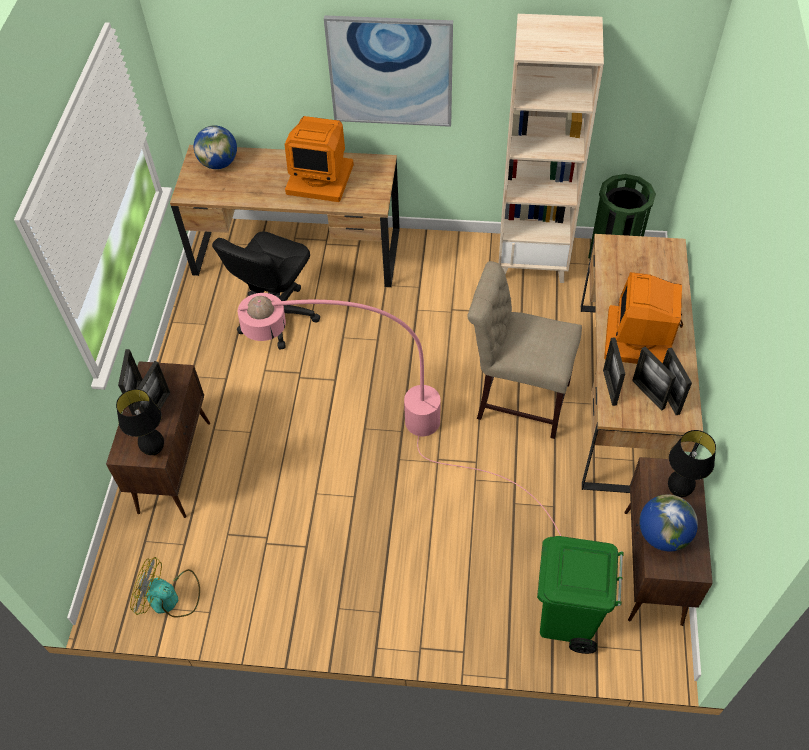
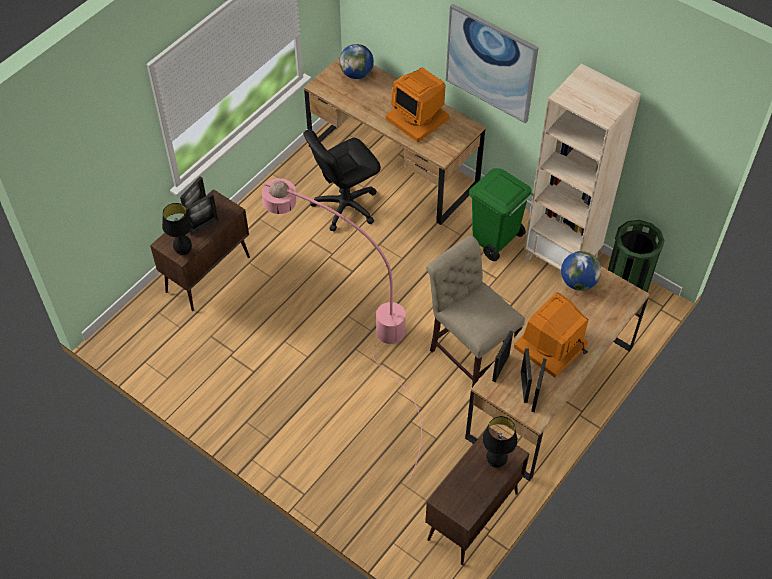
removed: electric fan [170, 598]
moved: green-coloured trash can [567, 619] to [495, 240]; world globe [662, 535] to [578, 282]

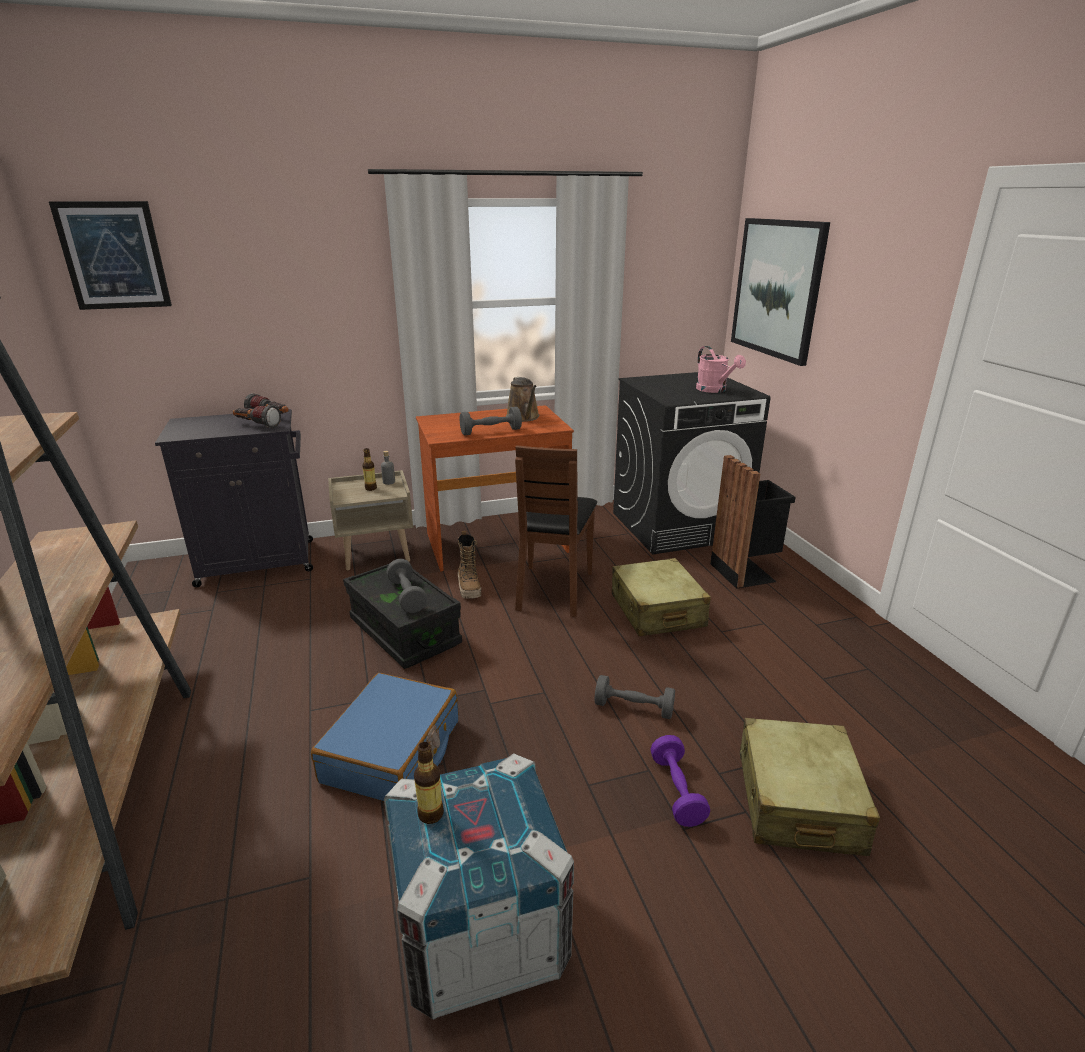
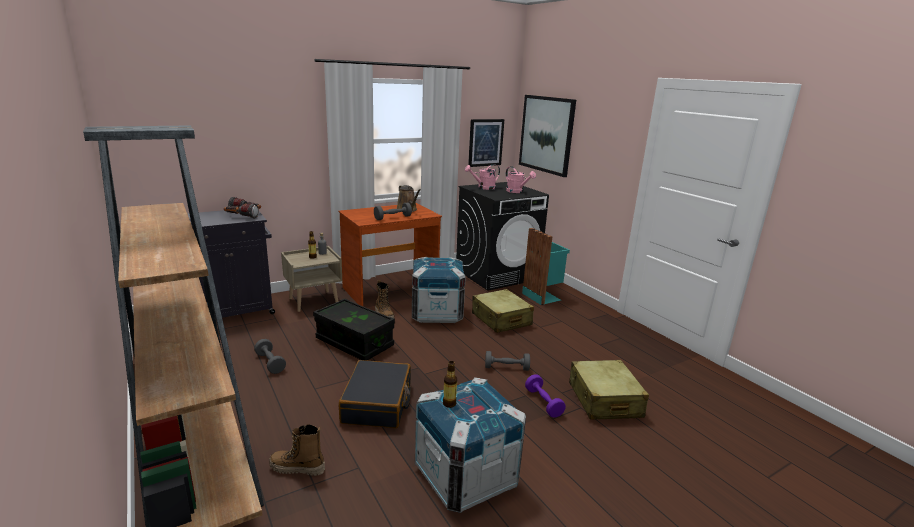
added: high-top boot [297, 468]; pinkish watering can [483, 188]
moved: picture [113, 256] to [485, 142]; gray free weight [407, 596] to [270, 363]
replaced: brown upright chair [553, 590] to shipping crate [436, 313]
recoloured: blue travel case [392, 752] to black-coloured travel case [377, 403]; black-coloured trash can [745, 572] to blue-green trash can [542, 296]

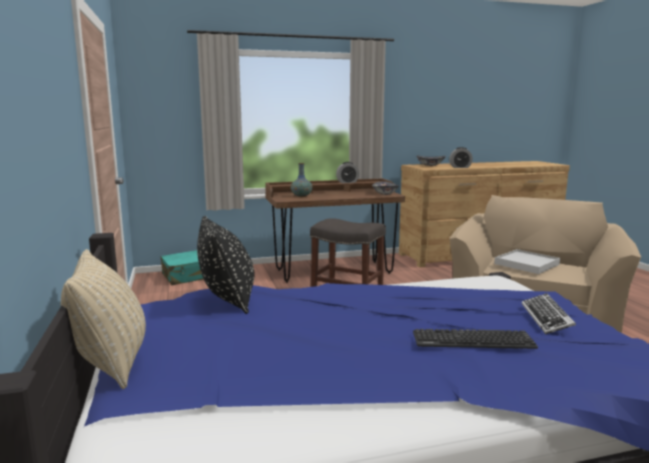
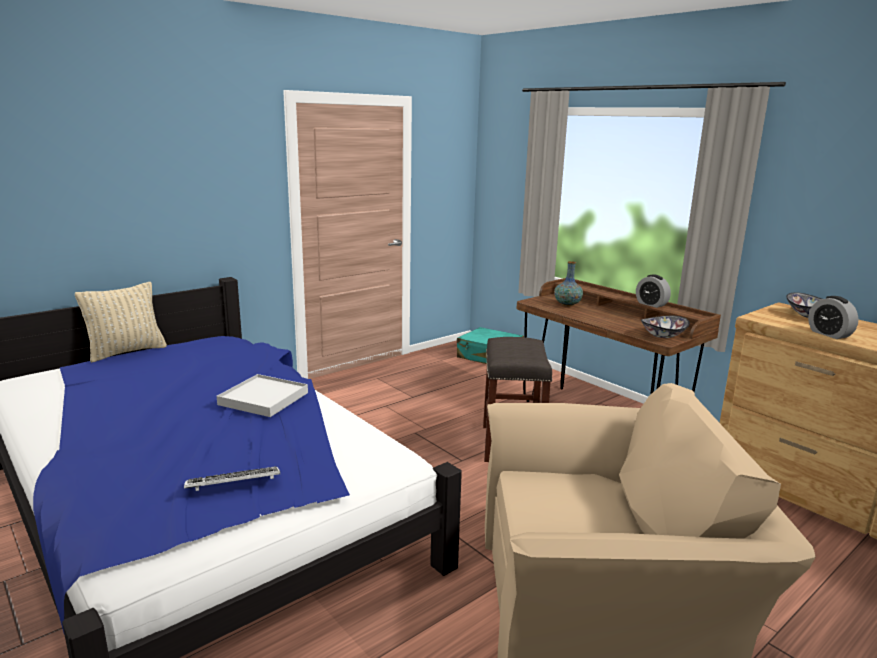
removed: black-coloured throw pillow [227, 300]; computer keyboard [473, 340]
moved: white carrying tray [526, 264] to [263, 399]

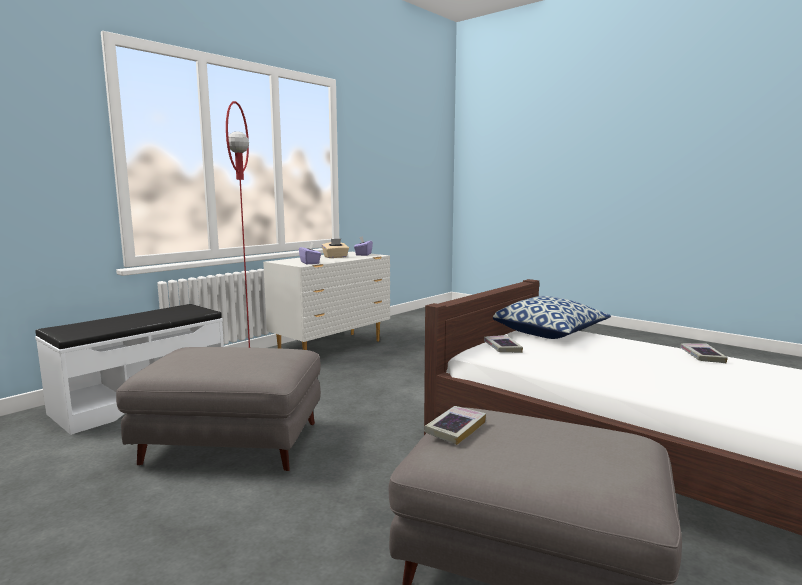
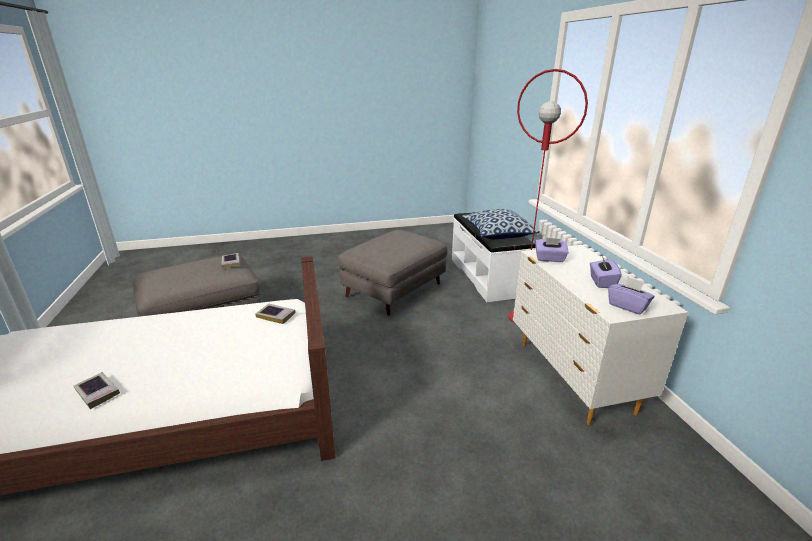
moved: throw pillow [547, 332] to [497, 234]
recoloured: beige-coloured tissue box [335, 257] to purple tissue box [601, 282]

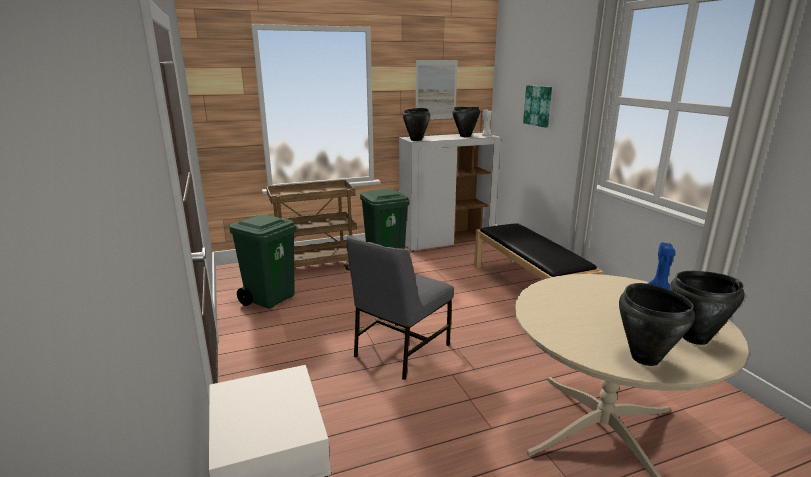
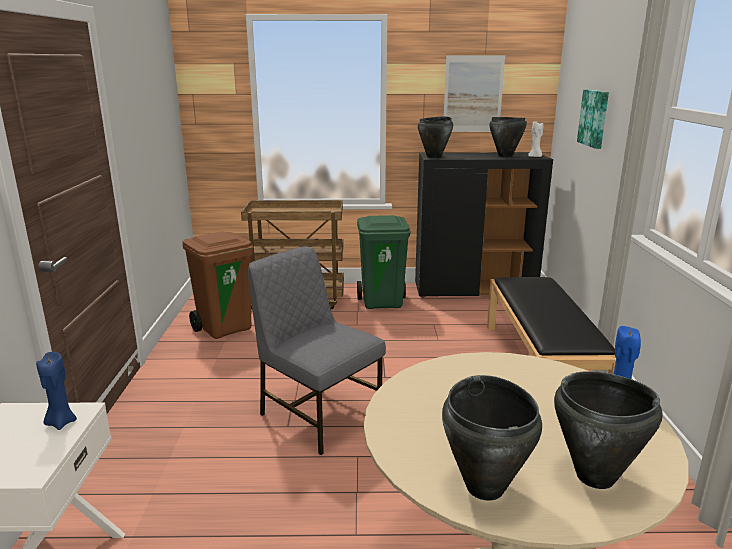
added: blue candle [61, 422]
recoloured: green-coloured trash can [270, 298] to brown trash can [225, 328]; white cabinet [446, 241] to black-coloured cabinet [474, 290]
turned: gray upright chair [400, 350] = [318, 414] 75 degrees clockwise

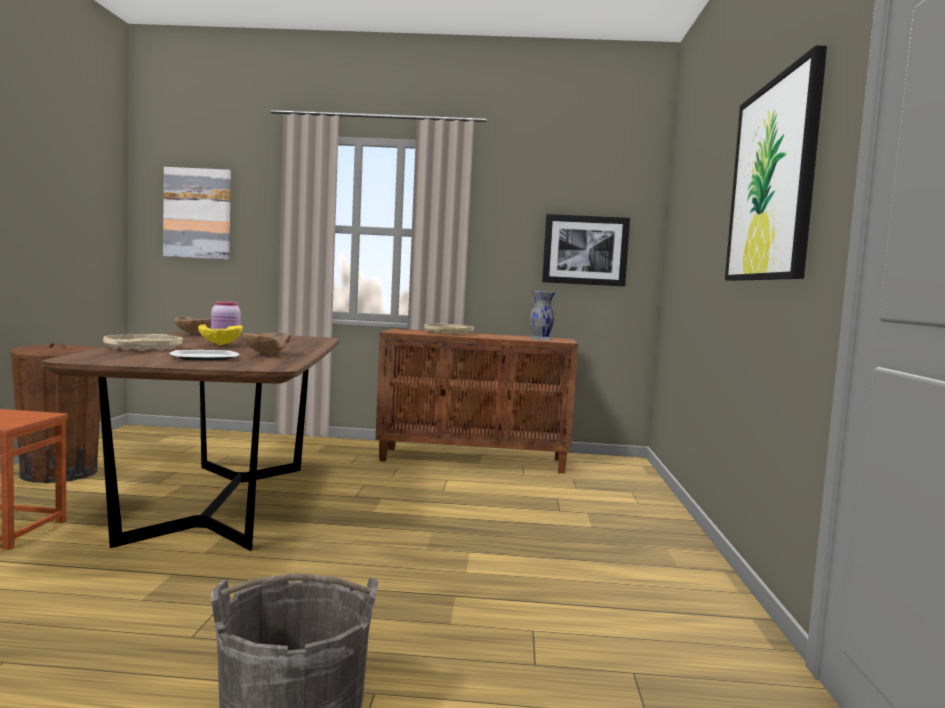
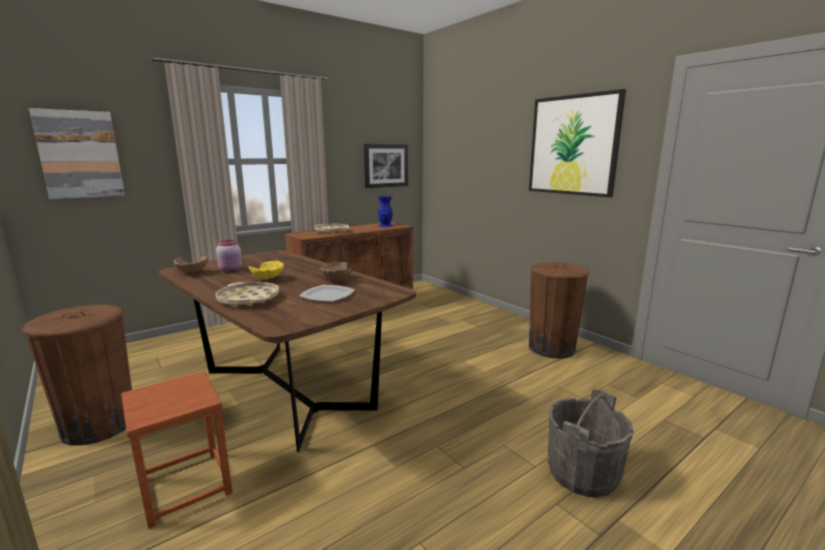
added: brown trash can [551, 348]
recoloured: gray decorative vase [540, 339] to blue decorative vase [385, 226]

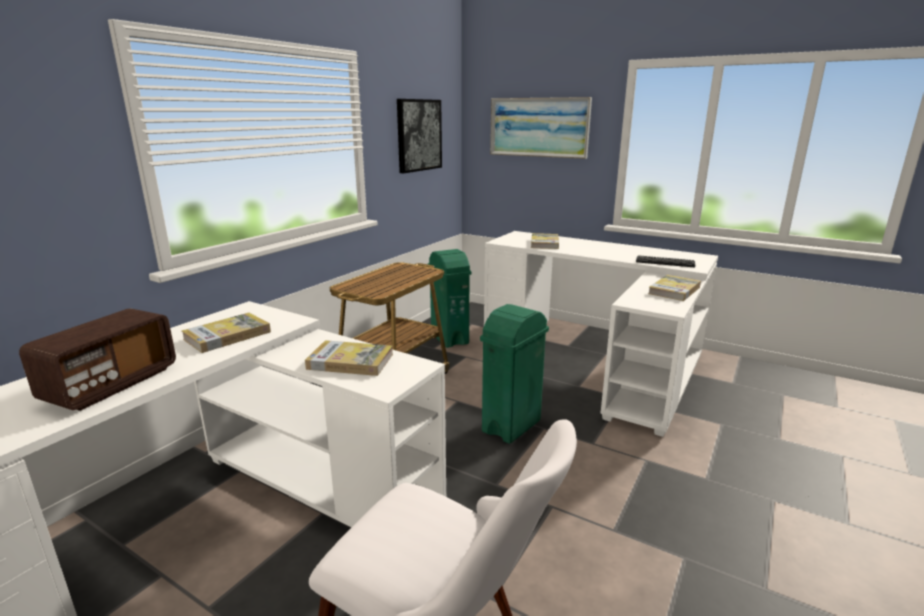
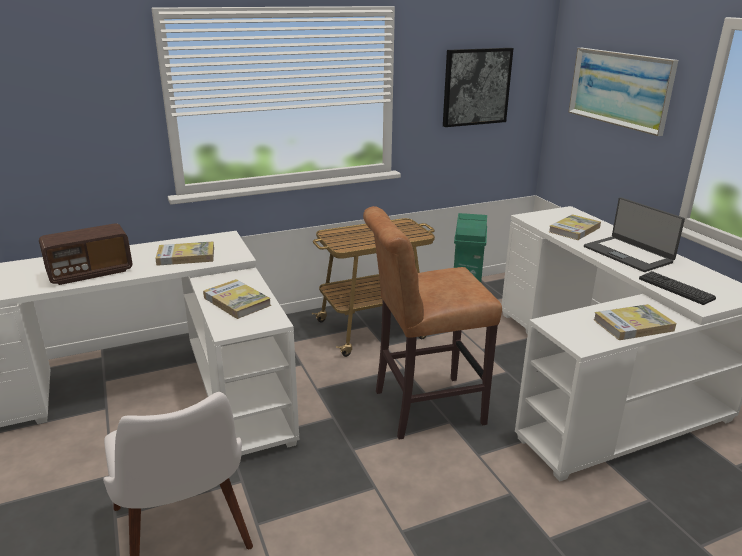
added: notebook computer [628, 254]
replaced: green-coloured trash can [510, 426] to brown stool [422, 408]

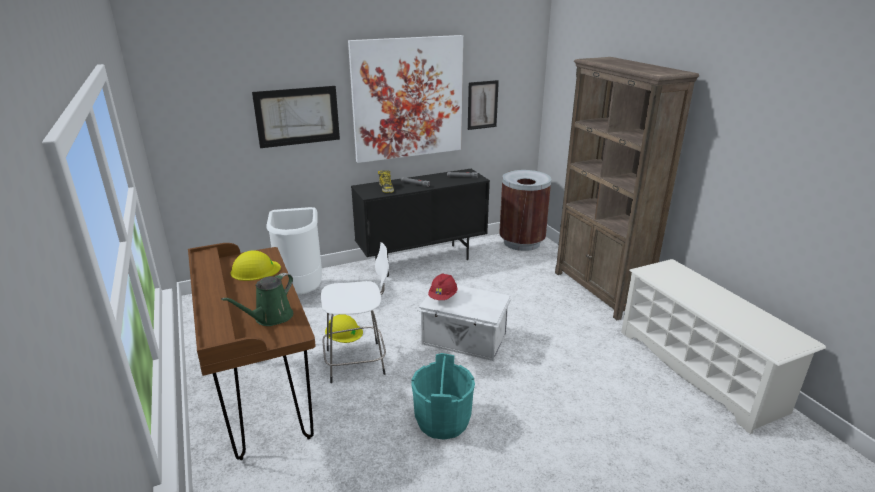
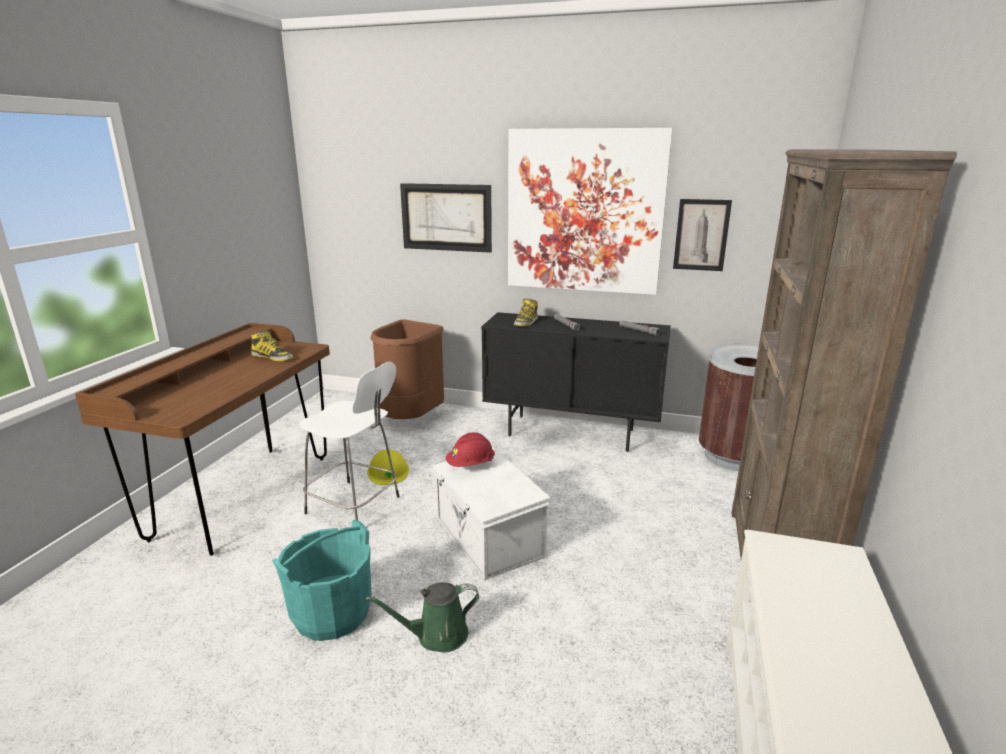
moved: green-coloured watering can [270, 318] to [437, 635]
replaced: yellow-coloured safety helmet [255, 270] to high-top boot [273, 357]
recoloured: white trash can [301, 291] to brown trash can [411, 420]

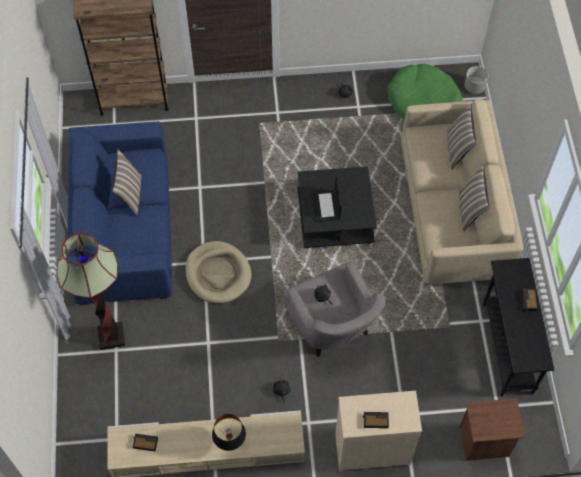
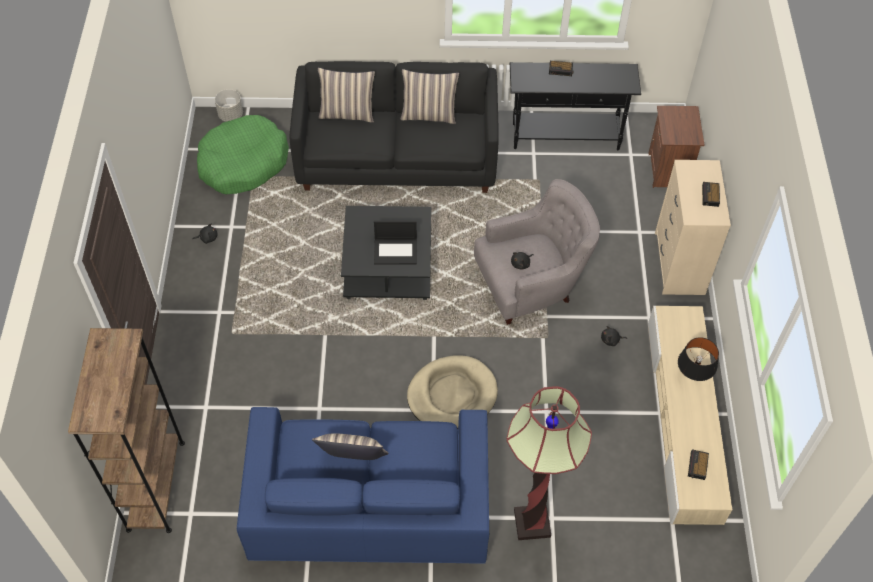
recoloured: beige-coloured settee [453, 212] to black-coloured settee [397, 157]

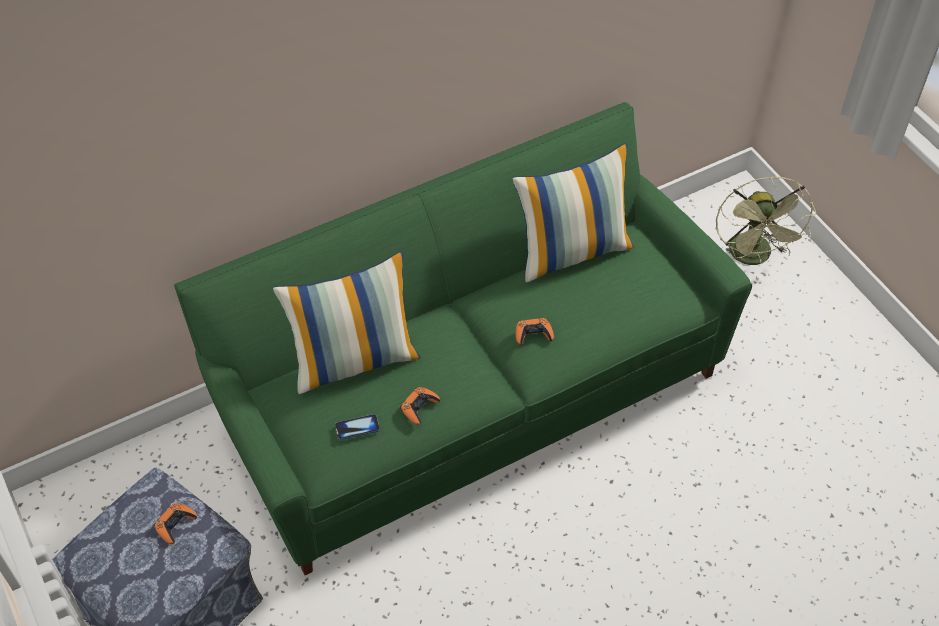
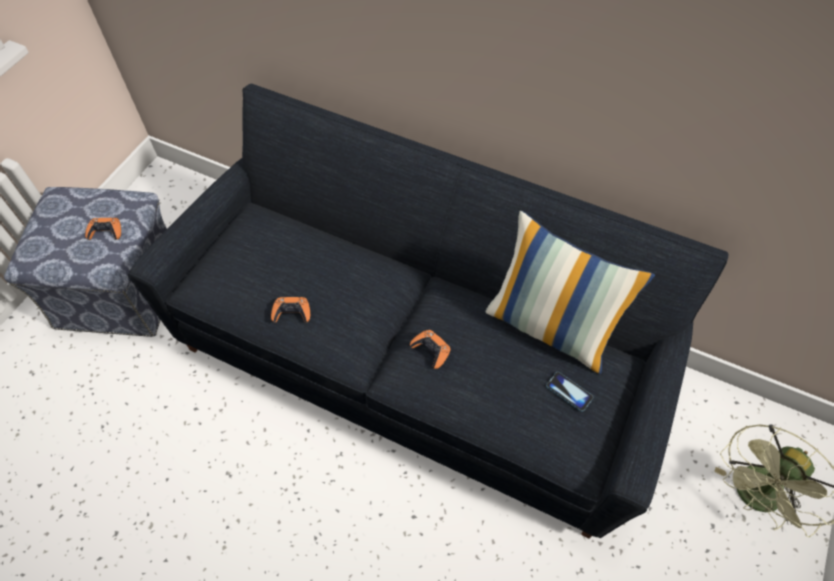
removed: throw pillow [354, 359]
moved: handset [357, 428] to [569, 392]
recoloured: green-coloured settee [469, 395] to black-coloured settee [417, 358]

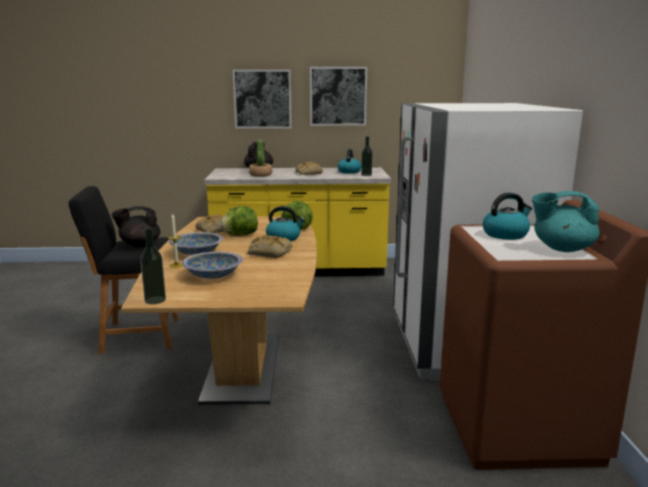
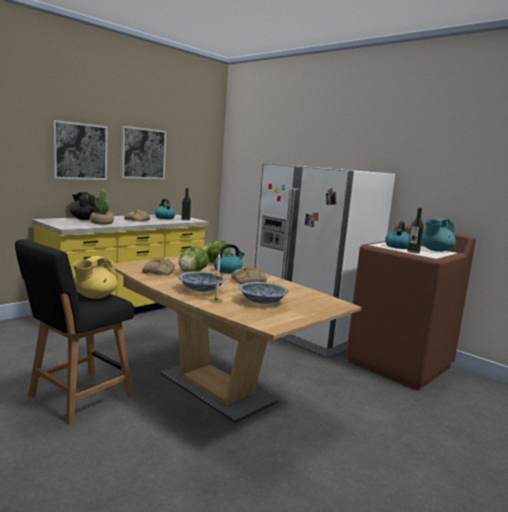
moved: beverage bottle [155, 300] to [413, 252]
recoloured: black-coloured tea pot [139, 244] to yellow-coloured tea pot [94, 296]

